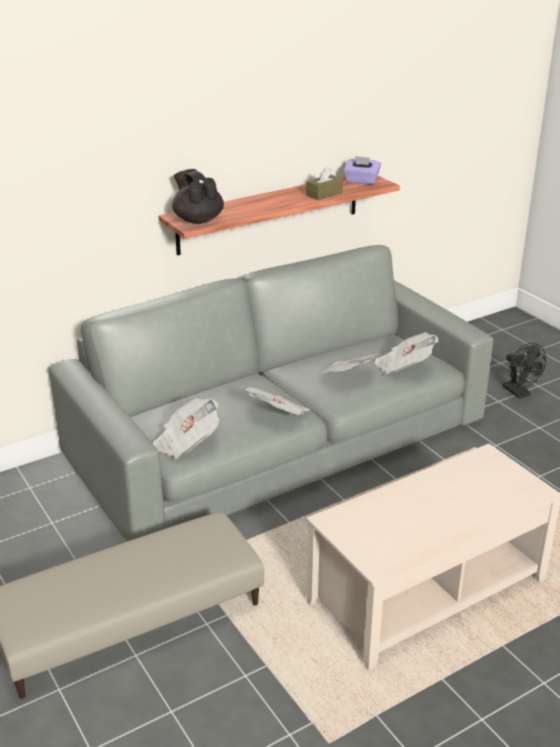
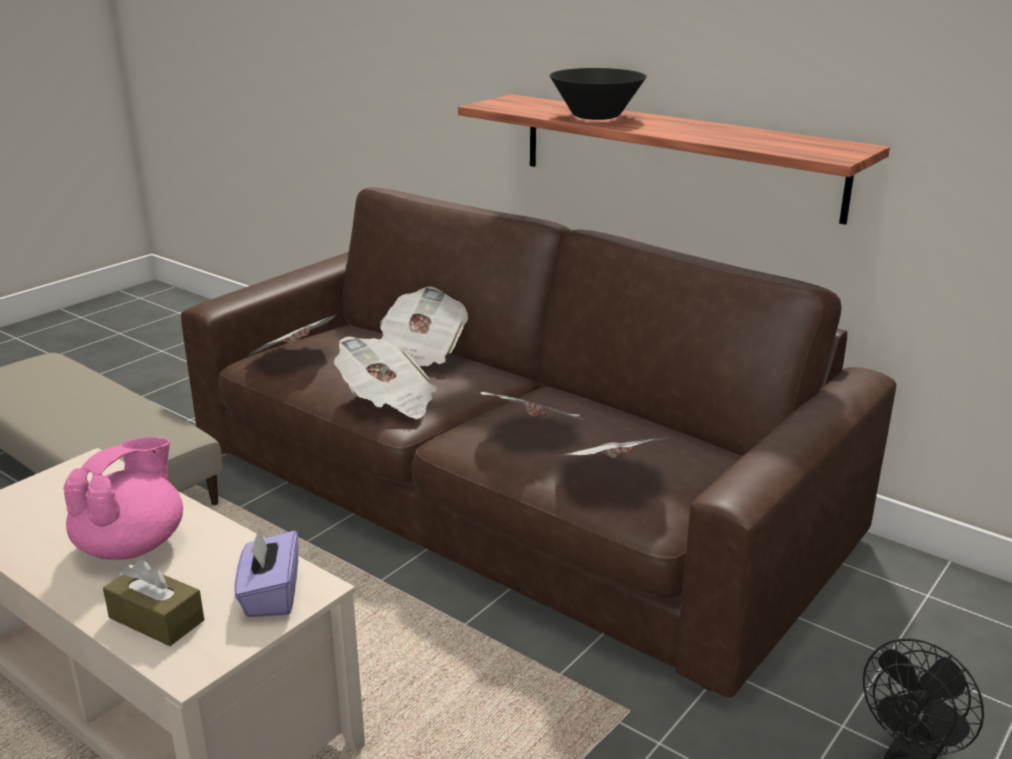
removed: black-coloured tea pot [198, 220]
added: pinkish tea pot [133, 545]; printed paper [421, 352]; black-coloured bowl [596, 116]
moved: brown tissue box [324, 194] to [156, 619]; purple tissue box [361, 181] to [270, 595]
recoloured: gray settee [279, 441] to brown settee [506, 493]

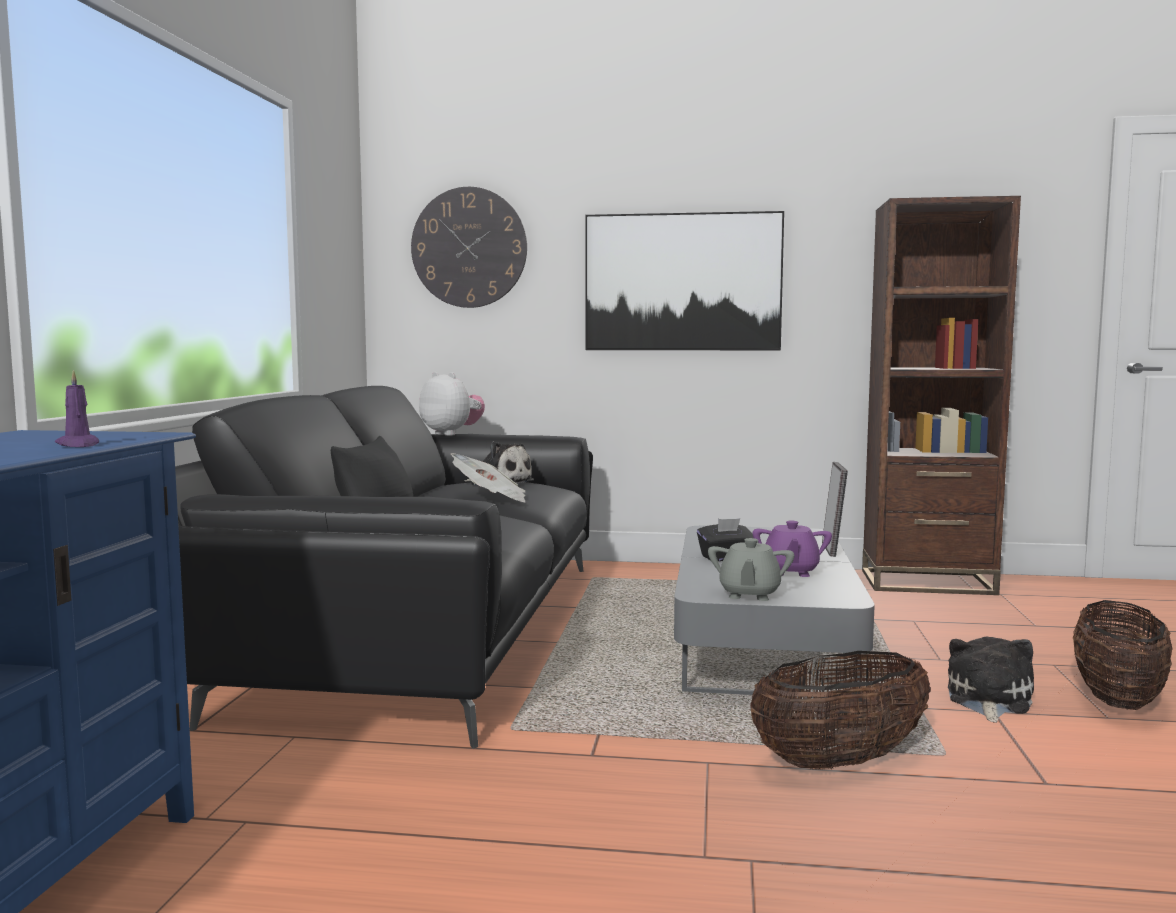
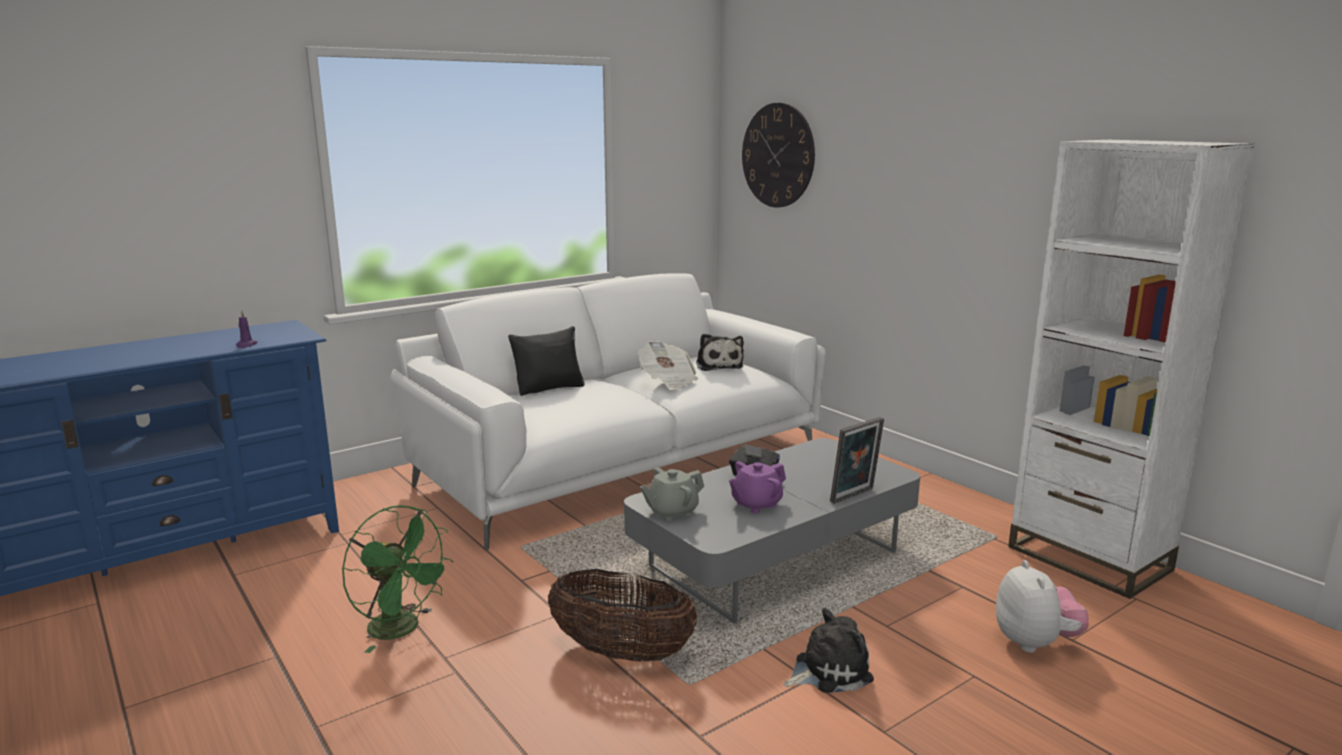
removed: picture [682, 282]; basket [1117, 699]
added: green-coloured electric fan [402, 630]
moved: plush toy [451, 434] to [1035, 643]
recoloured: black-coloured settee [426, 629] to white settee [620, 462]; brown bookshelf [927, 582] to white bookshelf [1088, 558]

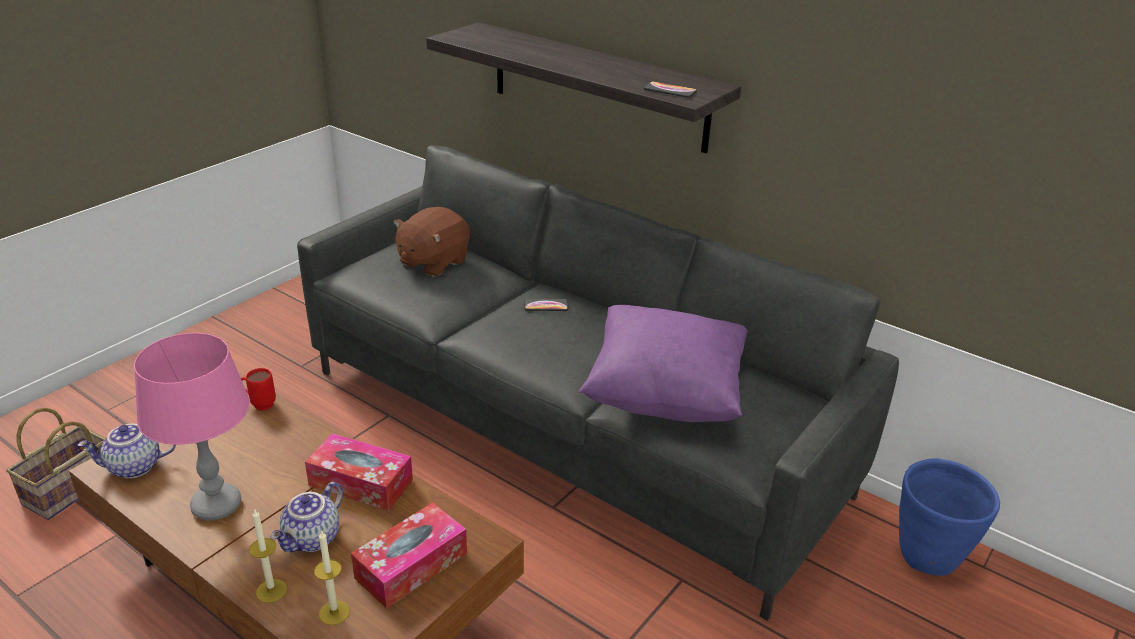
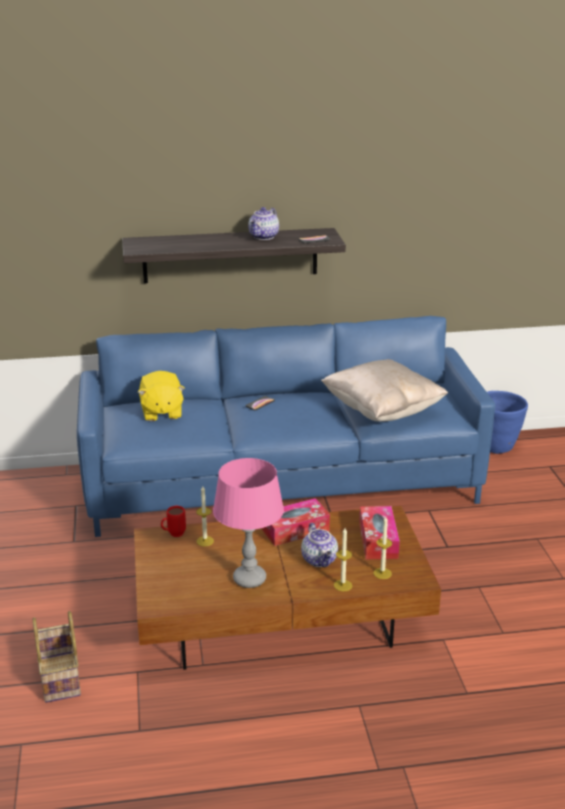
added: candle [205, 541]
moved: tea pot [134, 468] to [264, 237]
recoloured: gray settee [566, 433] to blue settee [283, 487]; brown plush toy [432, 262] to yellow-coloured plush toy [161, 412]; purple throw pillow [664, 395] to beige-coloured throw pillow [382, 411]

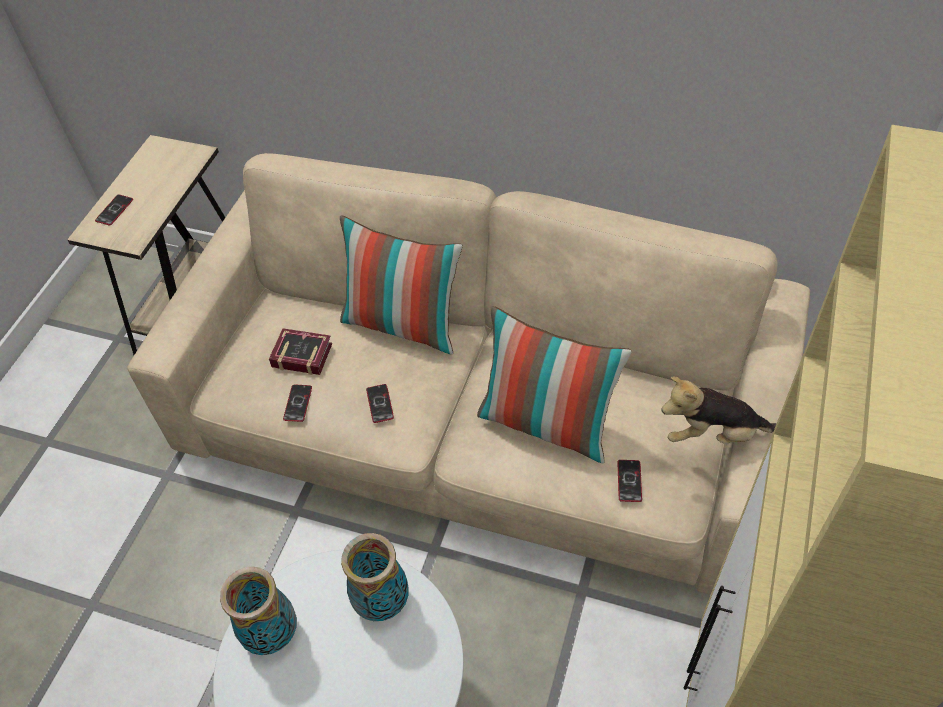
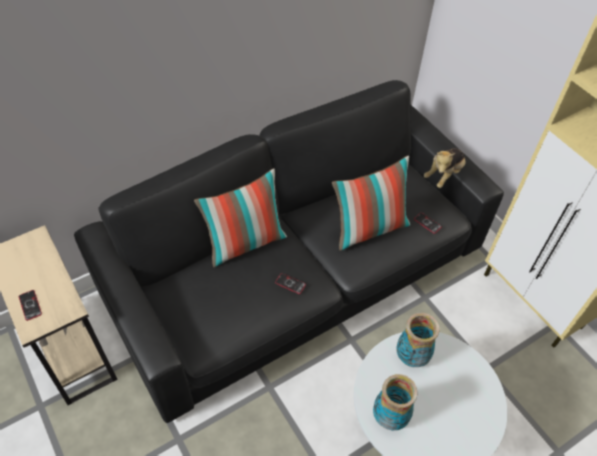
removed: volume [300, 354]; handset [298, 403]
recoloured: beige-coloured settee [477, 421] to black-coloured settee [296, 271]

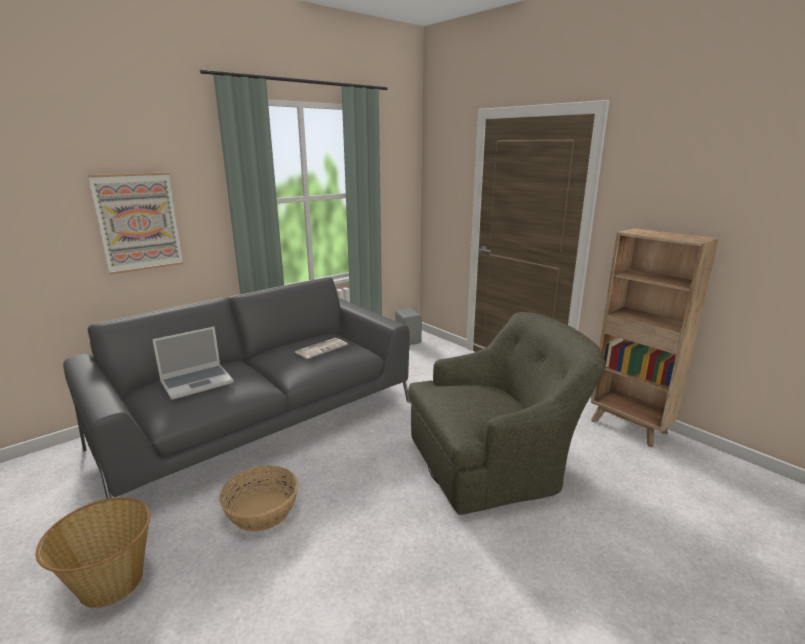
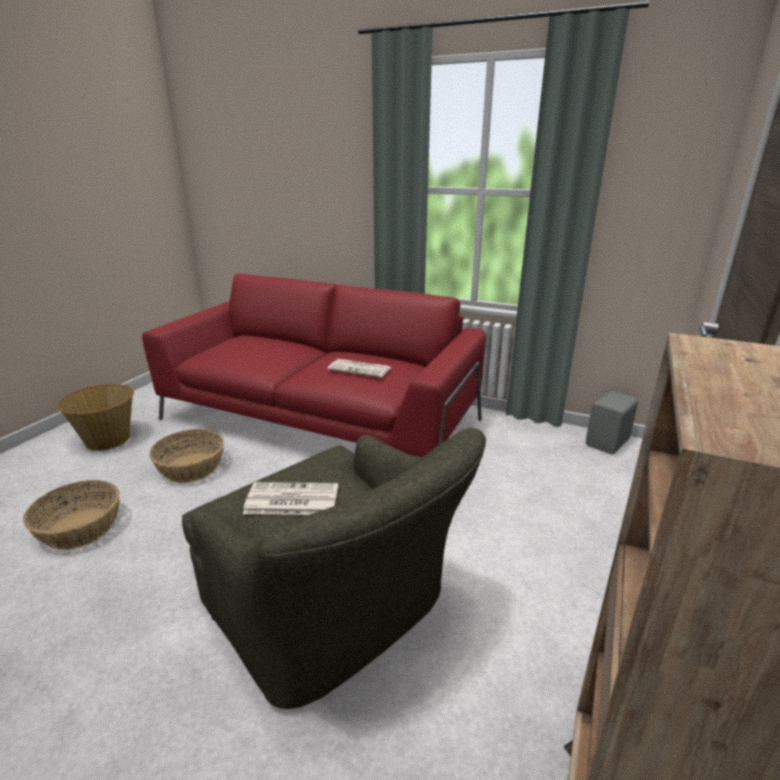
removed: picture [138, 222]; notebook computer [197, 382]
added: basket [80, 528]; printed paper [290, 500]
recoloured: gray settee [260, 423] to reddish settee [320, 419]

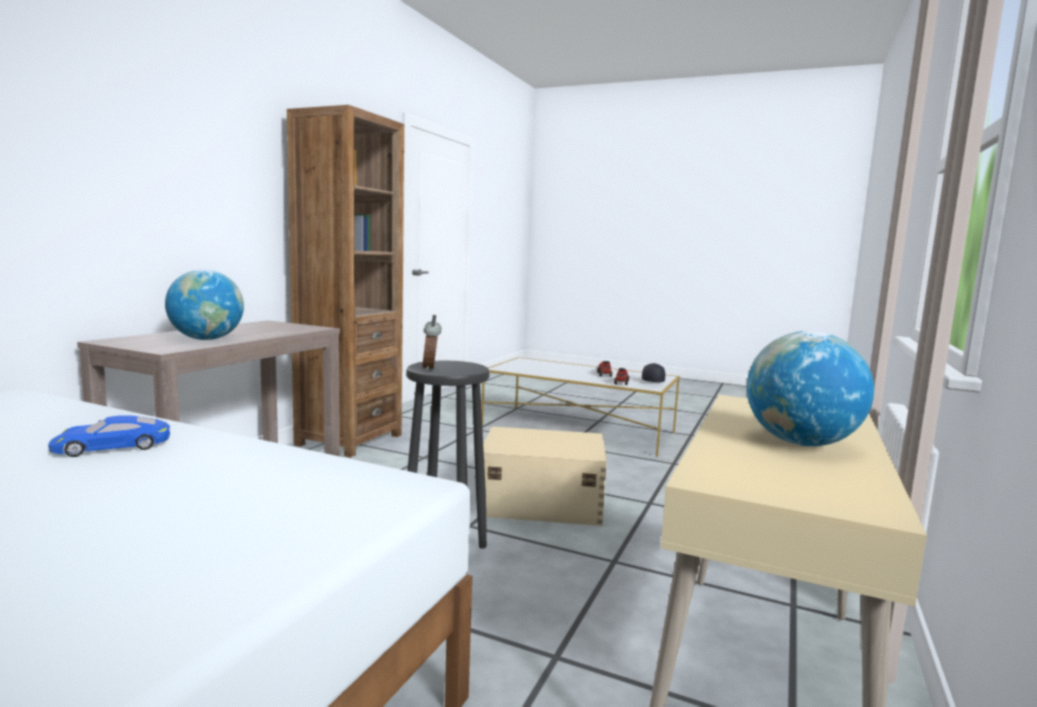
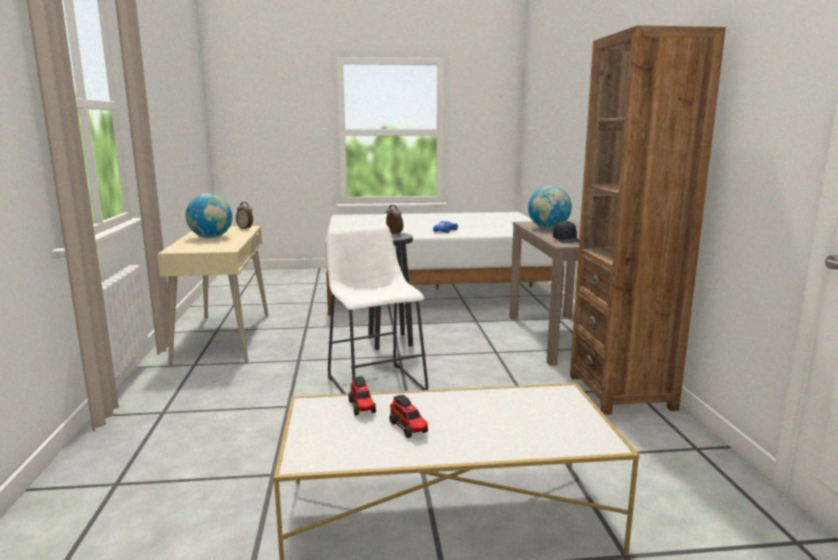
added: alarm clock [245, 228]
moved: black-coloured baseball cap [652, 381] to [567, 240]
replaced: beige-coloured storage bin [540, 501] to white stool [375, 382]

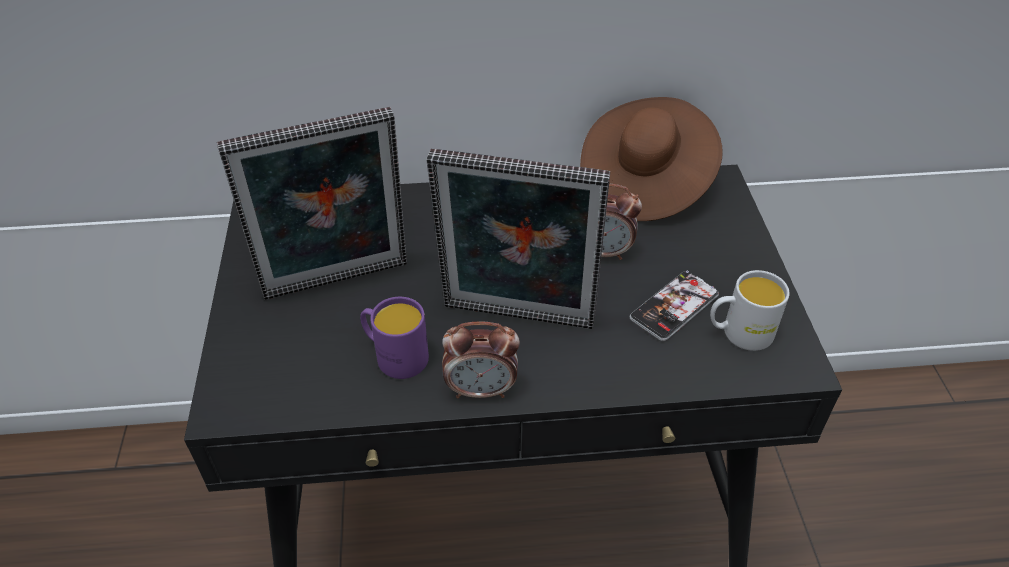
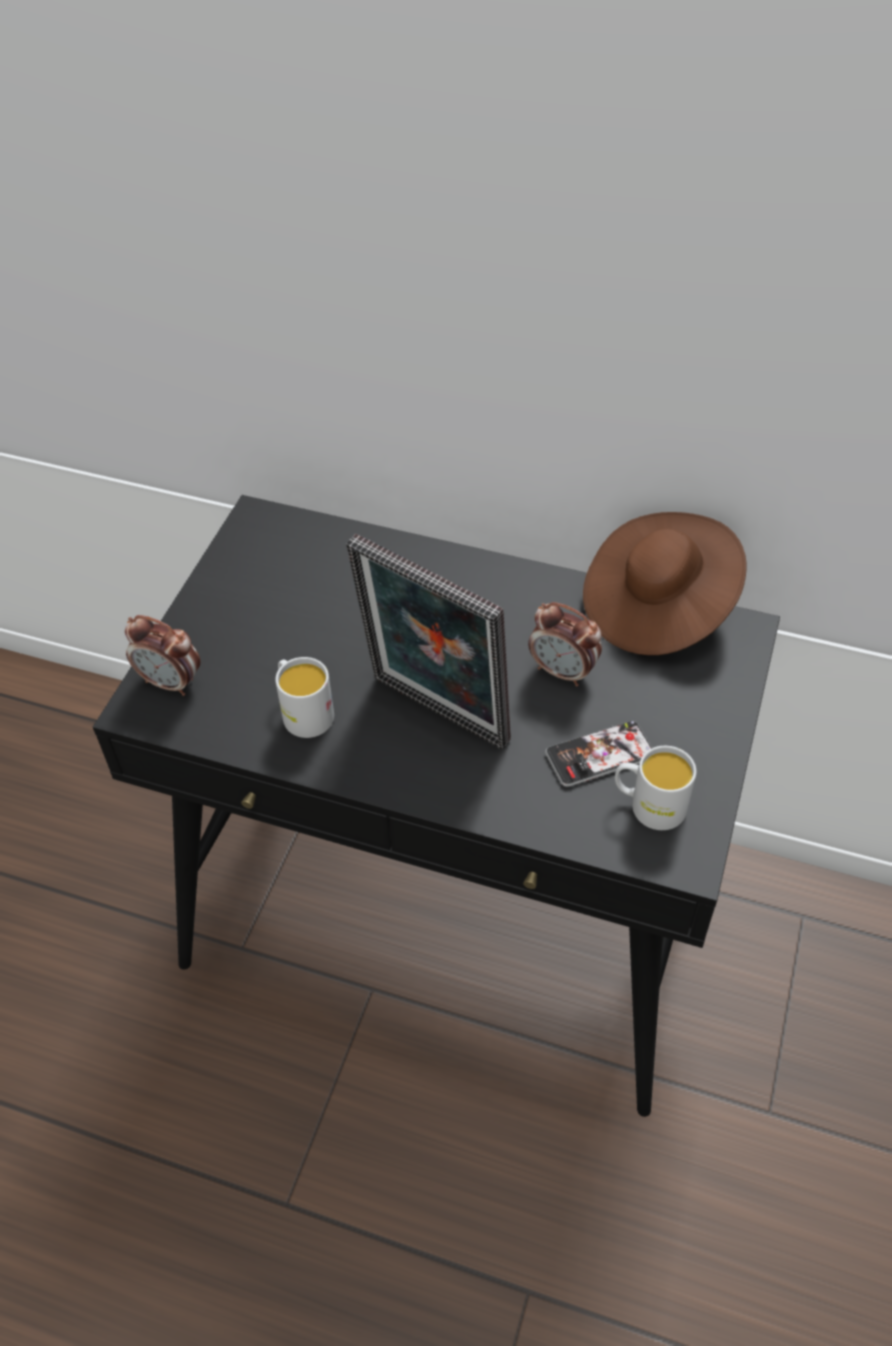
removed: picture frame [338, 284]
moved: alarm clock [481, 389] to [171, 682]
recoloured: purple coffee mug [395, 356] to white coffee mug [303, 712]

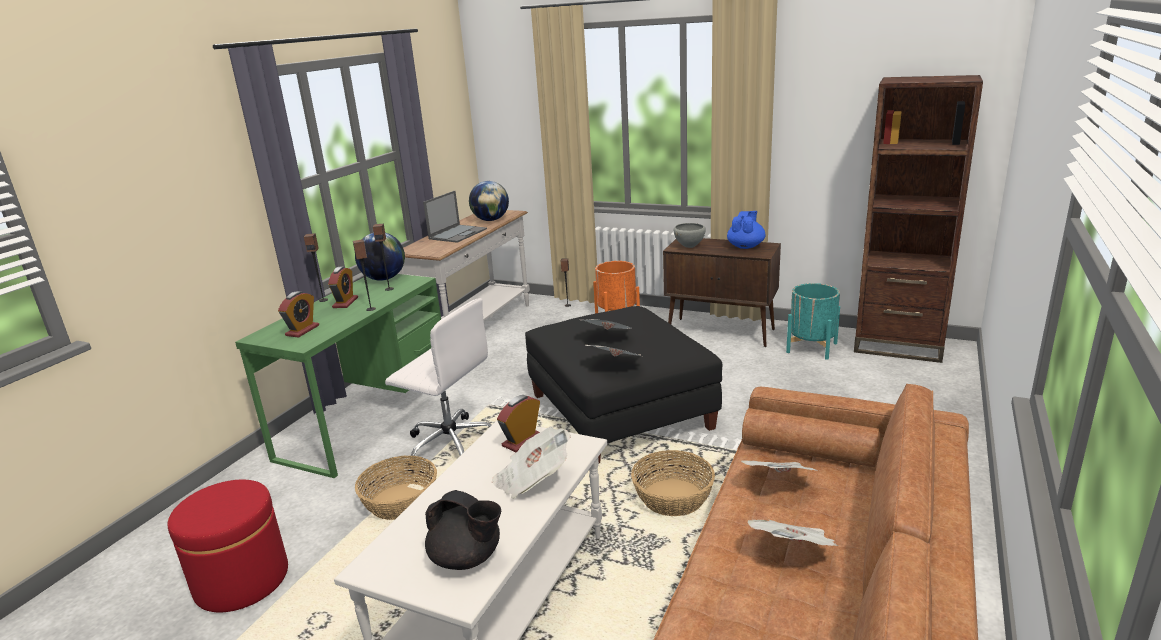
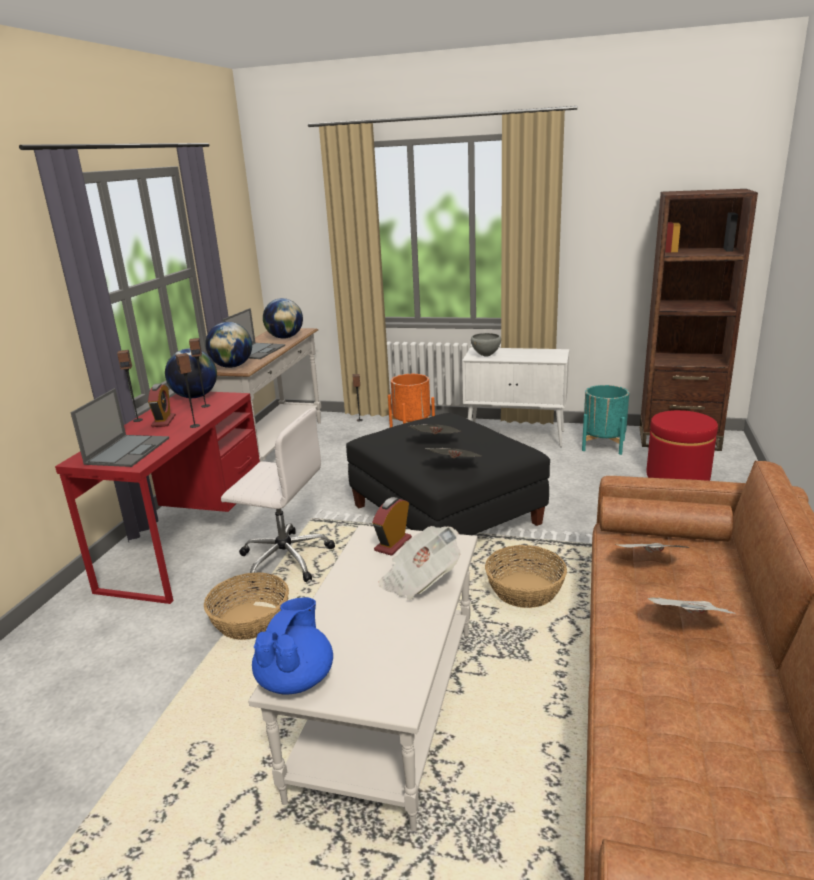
removed: black-coloured tea pot [467, 558]
added: world globe [232, 366]
moved: reddish ottoman [242, 580] to [677, 477]; blue tea pot [745, 246] to [296, 679]
replaced: alarm clock [302, 330] to notebook computer [128, 450]
recoloured: green-coloured desk table [368, 420] to reddish desk table [188, 542]; brown cabinet [721, 332] to white cabinet [516, 436]

